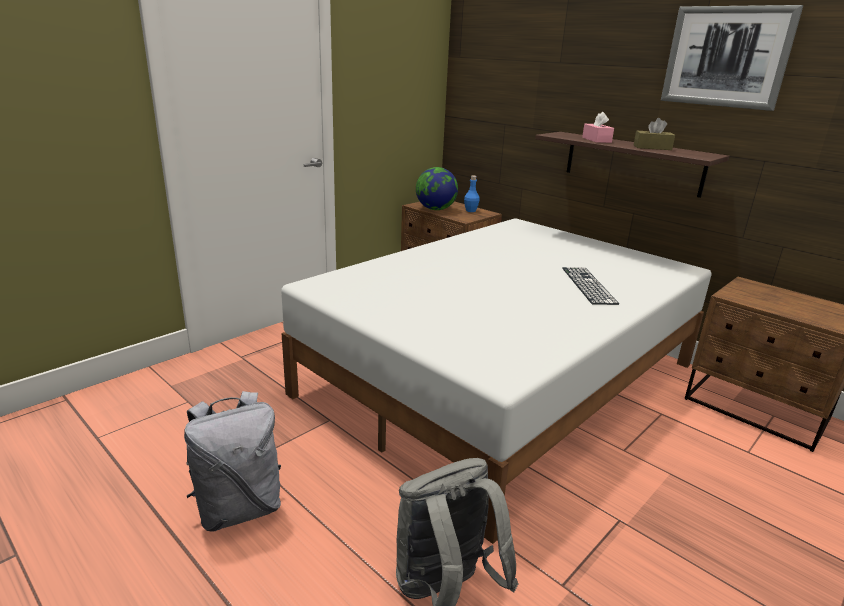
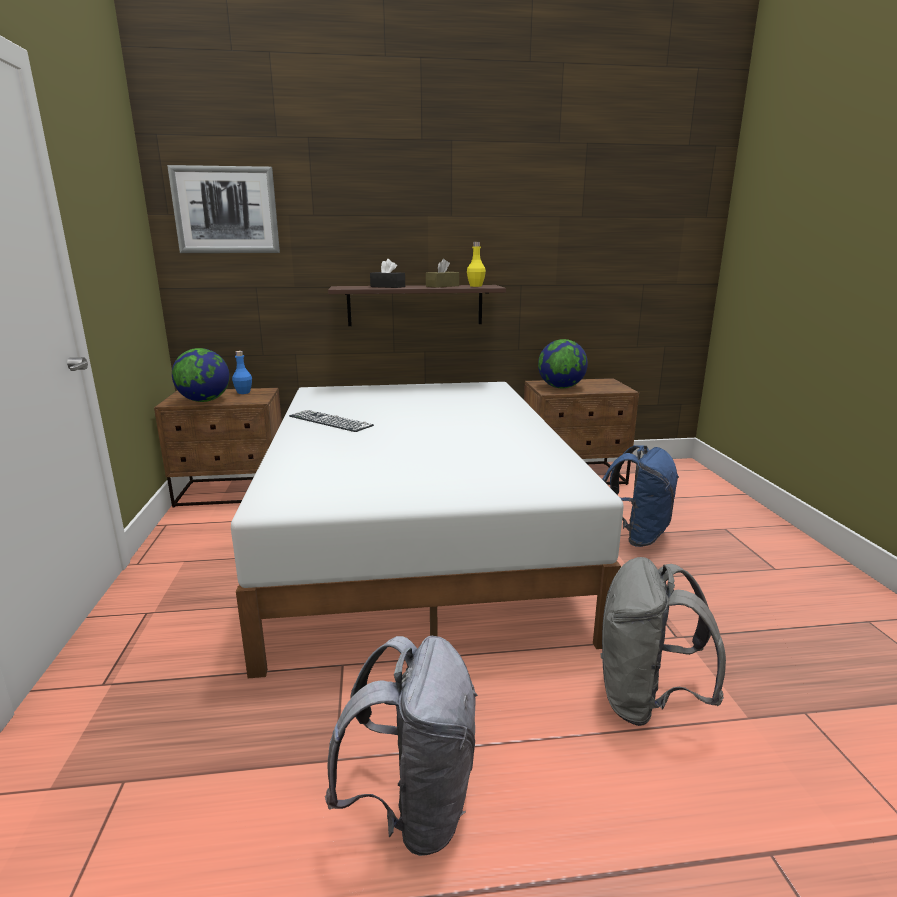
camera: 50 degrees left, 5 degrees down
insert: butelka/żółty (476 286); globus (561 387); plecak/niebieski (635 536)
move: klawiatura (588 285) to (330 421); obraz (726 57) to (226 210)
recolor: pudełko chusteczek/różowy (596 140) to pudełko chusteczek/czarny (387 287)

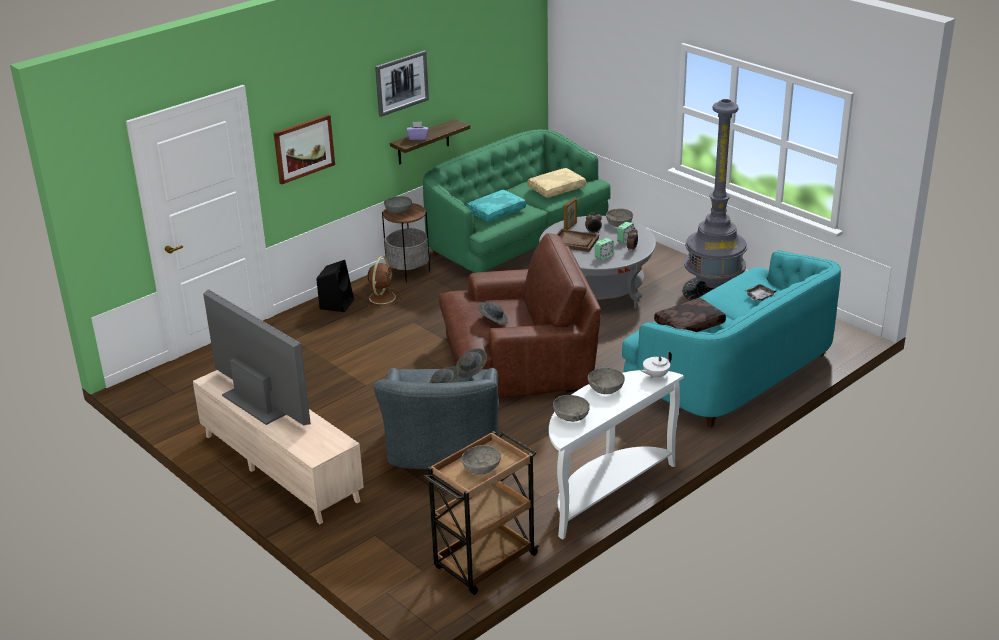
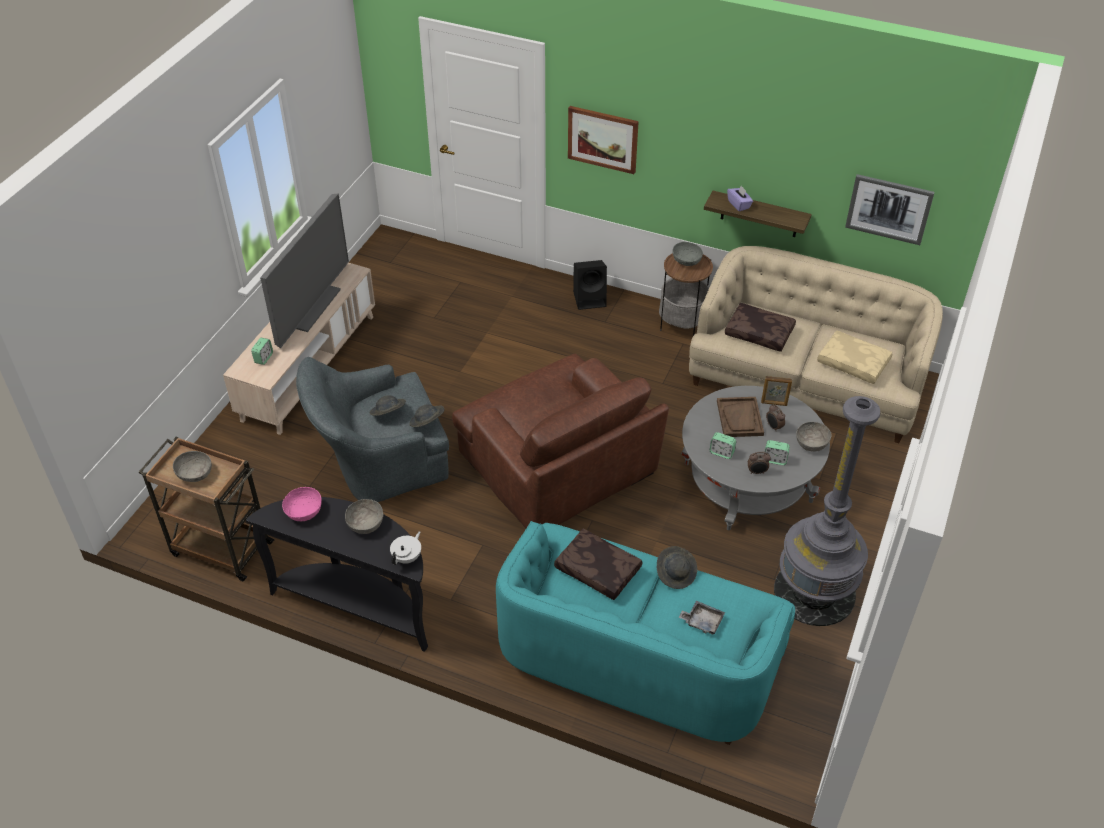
camera: 65 degrees right, 15 degrees up
delete: wentylator/brązowy (382 297)
insert: budzik (263 358)
move: obraz (401 83) to (889 209); kapelusz/szary (492 319) to (676 573)
recolor: kanapa/zielony (516 242) to kanapa/beżowy (806 382); poduszka/turkusowy (496 211) to poduszka/brązowy (760 333); stolik konsolowy/biały (604 491) to stolik konsolowy/czarny (358 604); miska/szary (571 416) to miska/różowy (304 511)
rotate: imbryk/biały (655 376) = (407 557) 90 degrees clockwise

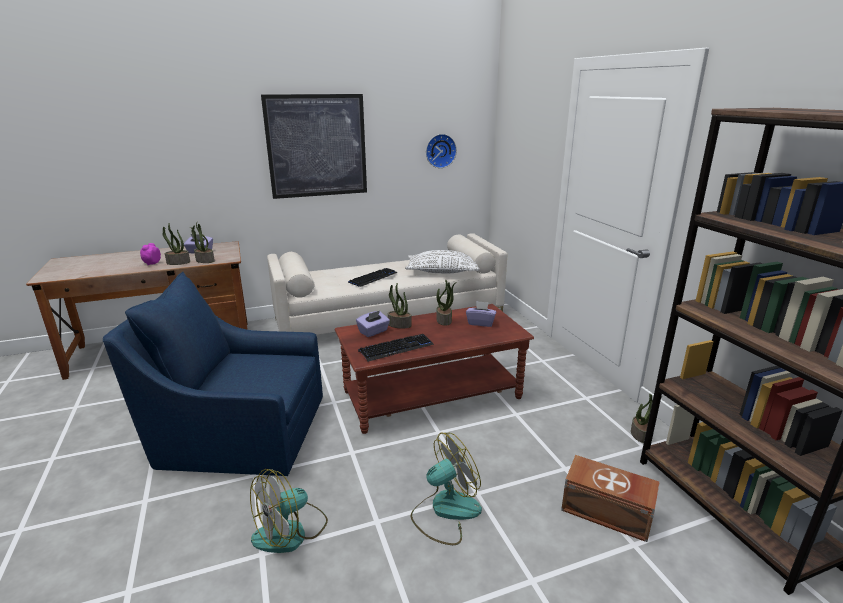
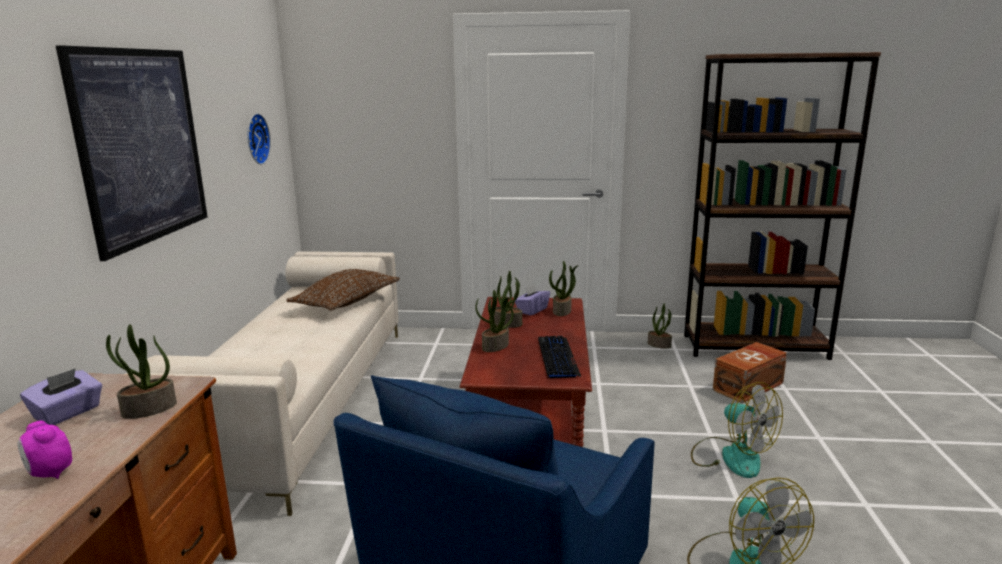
camera: 65 degrees left, 5 degrees down
delete: klawiatura (373 278); pudełko chusteczek/fioletowy (373 332)
move: roślina doniczkowa (178 262) to (562 311)
recolor: poduszka/biały (442 271) to poduszka/brązowy (346 302)
rotate: wentylator (445 511) = (731 456) 150 degrees clockwise

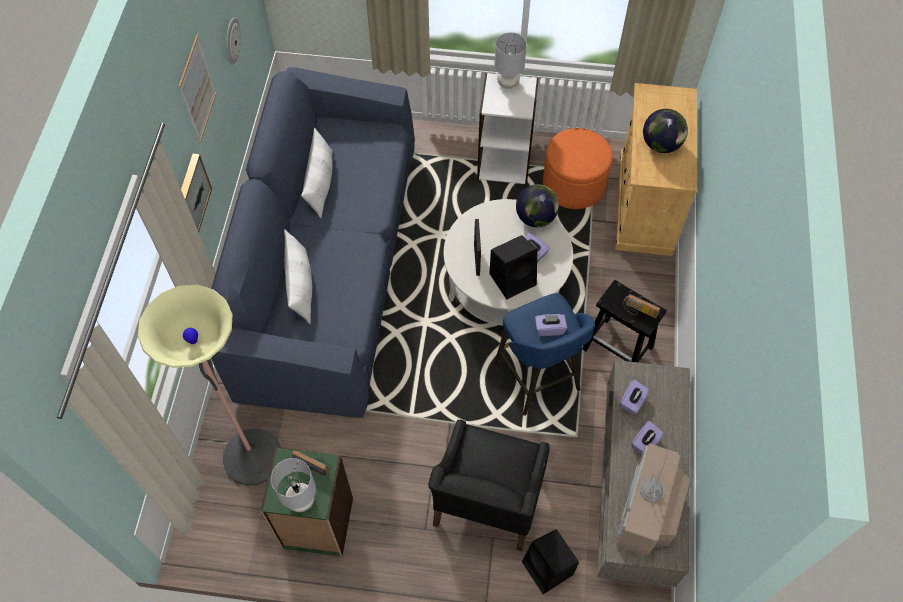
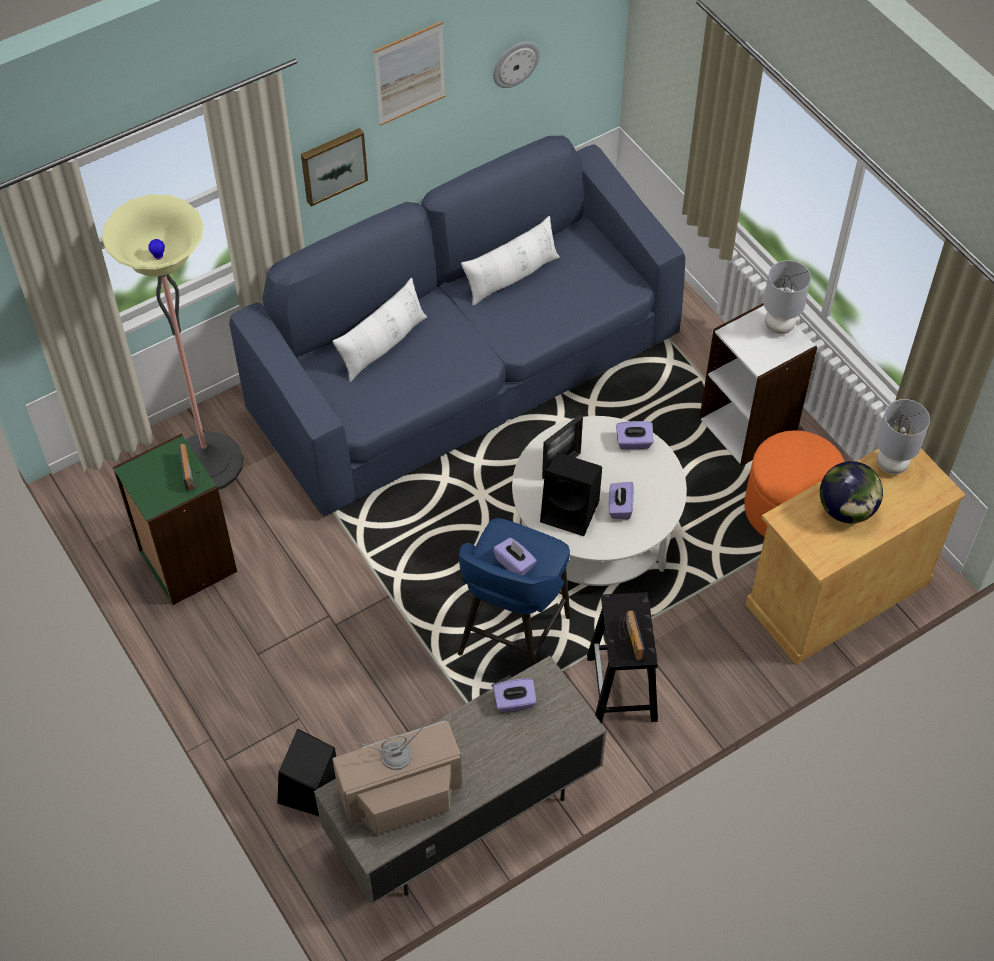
camera: 50 degrees right, 5 degrees down
delete: fotel/czarny (487 499); globus (536 218)
move: lampa stołowa/szary (300 500) to (891 465); pudełko chusteczek/fioletowy (645 443) to (634 442)

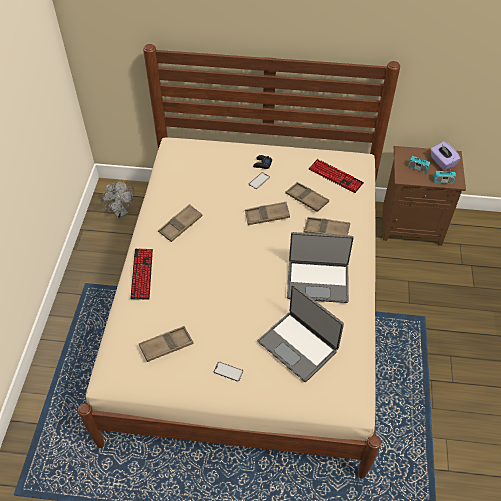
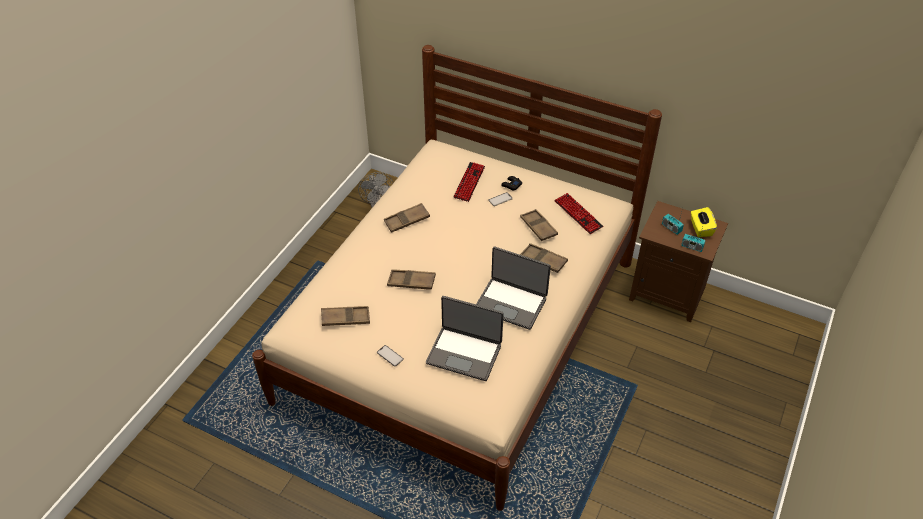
camera: 20 degrees right, 5 degrees down
move: klawiatura (142 274) to (469 182); taca/brązowy (267 216) to (411 282)
recolor: pudełko chusteczek/fioletowy (442 162) to pudełko chusteczek/żółty (700 229)
rotate: laptop (298 345) = (464 353) 45 degrees counterclockwise

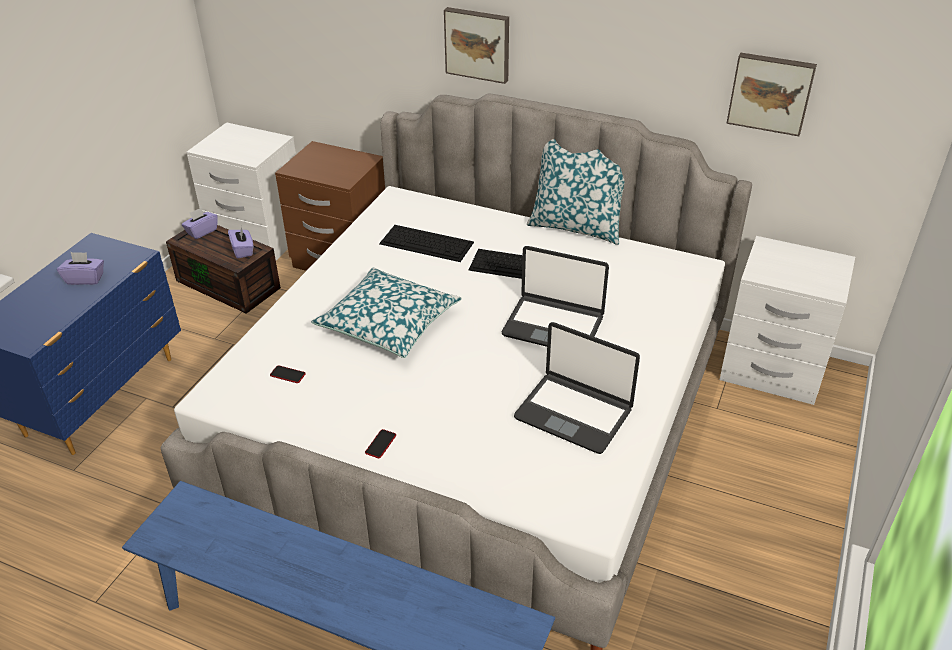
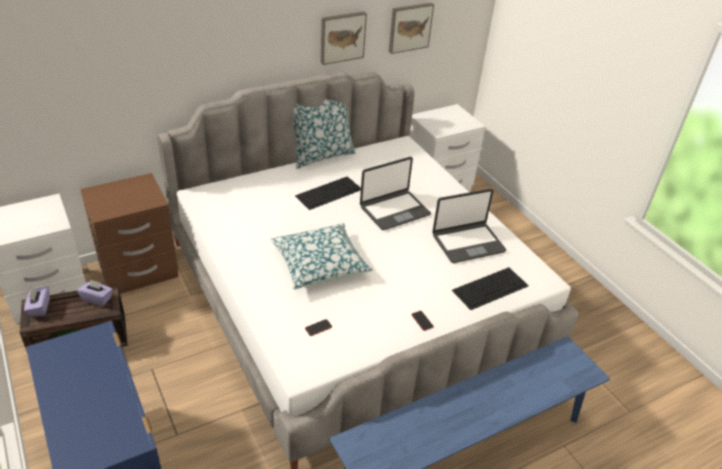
camera: 55 degrees left, 0 degrees up
delete: pudełko chusteczek/fioletowy (85 279)
move: klawiatura (427 243) to (490 287); obraz (478 44) to (342 37)

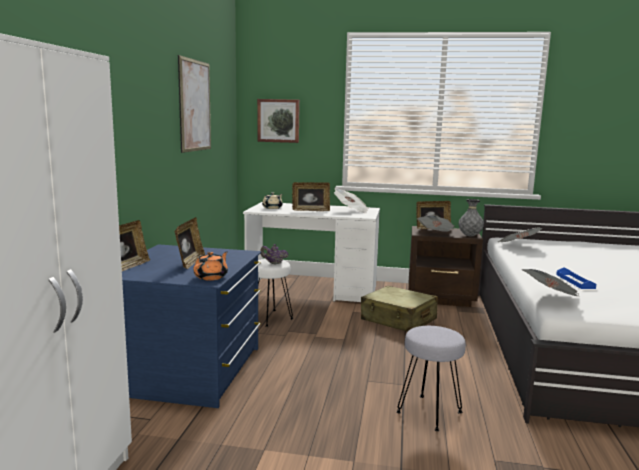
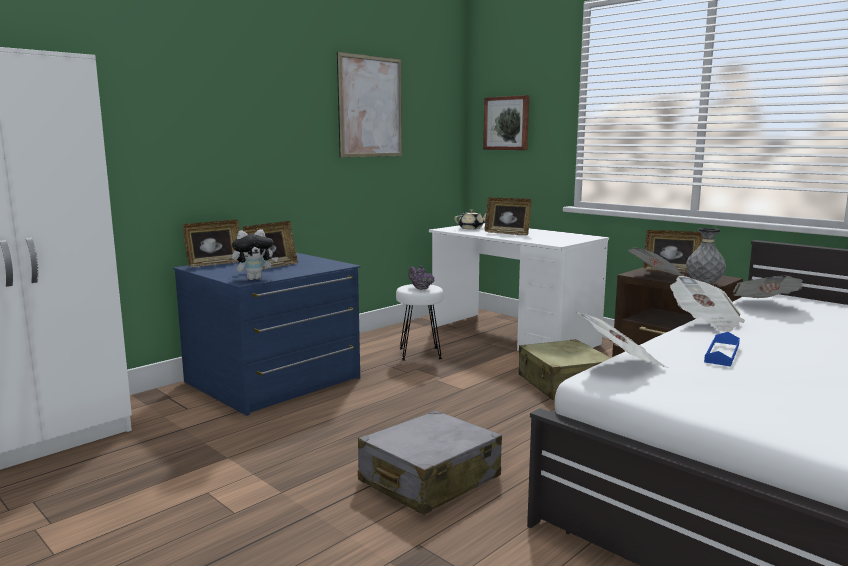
camera: 35 degrees right, 0 degrees up
move: gazeta (351 211) to (705 322)
replace: imbryk/pomarańczowy (211 277) to pluszak (255 279); stołek/szary (429 413) to walizka/szary (429 479)

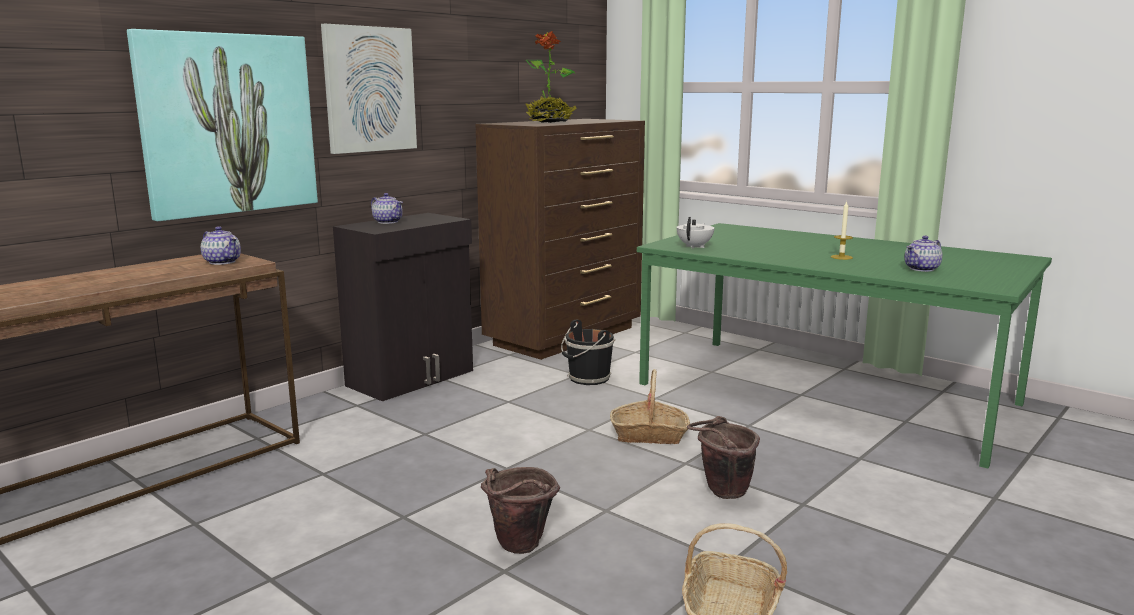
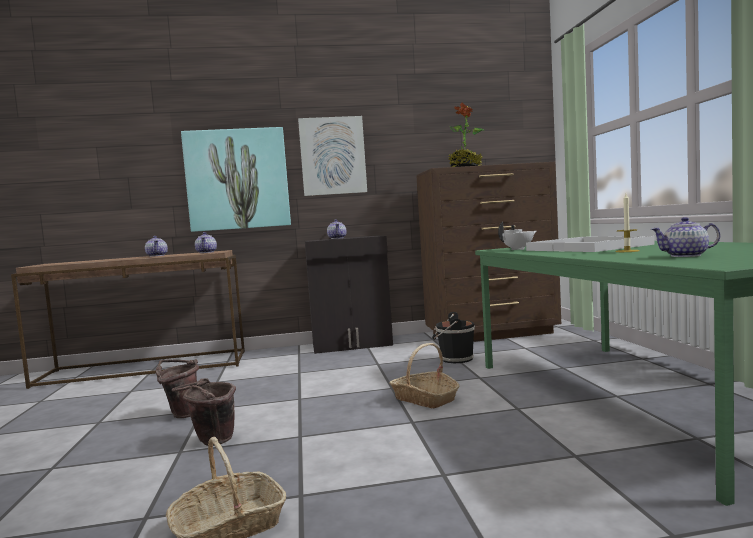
camera: 40 degrees right, 10 degrees down
insert: imbryk (157 255); taca/biały (589 247)
move: wiadro/brązowy (721 493) to (182 414)

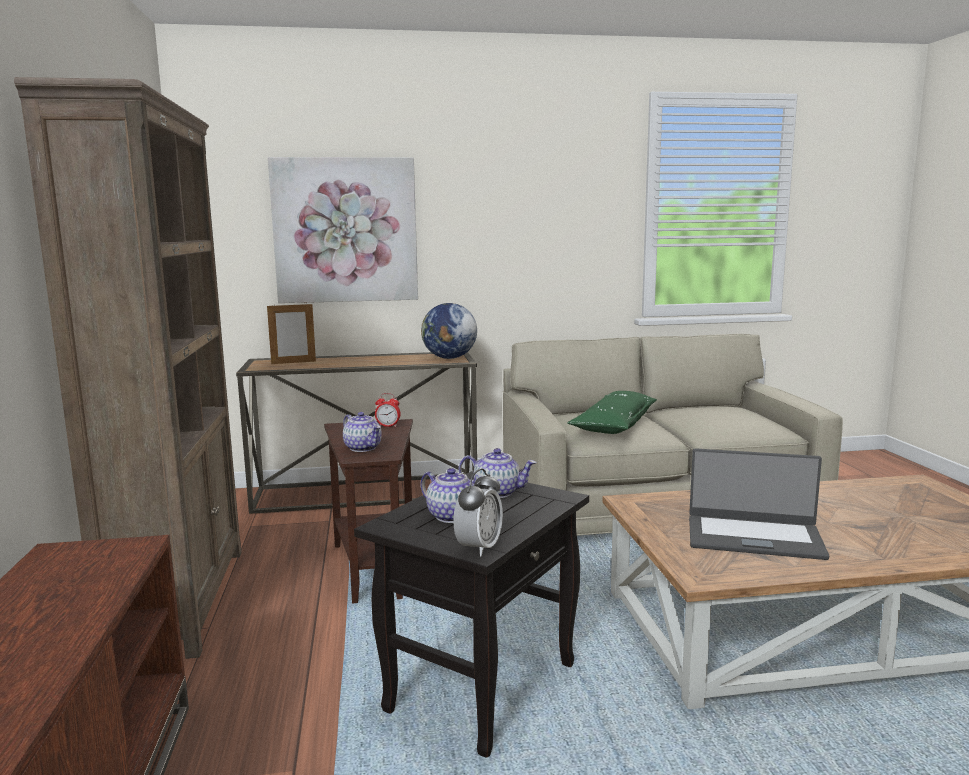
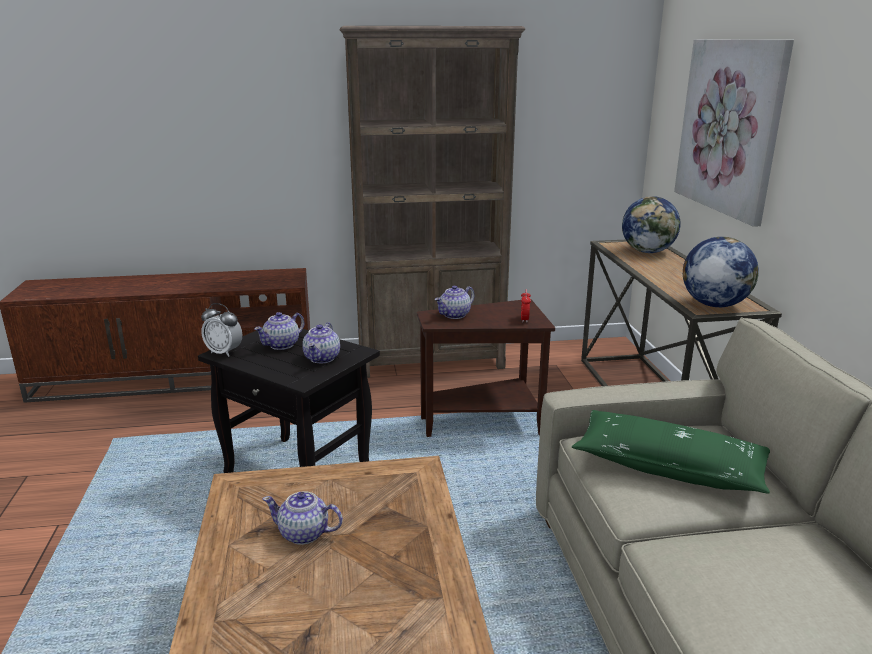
camera: 90 degrees right, 10 degrees up
replace: ramka na zdjęcie (293 362) to globus (648 252); laptop (754 537) to imbryk (304 534)

